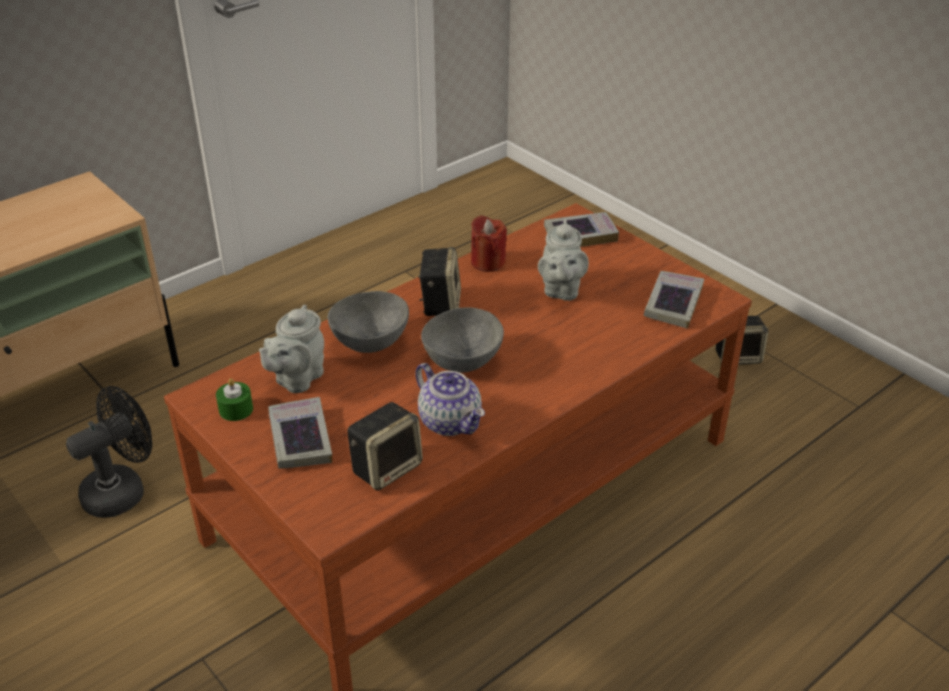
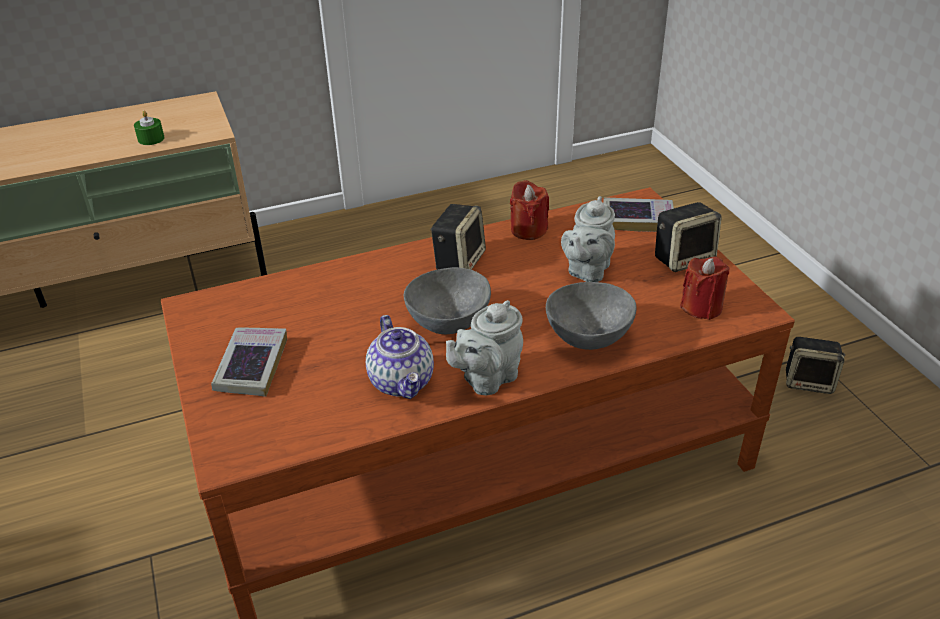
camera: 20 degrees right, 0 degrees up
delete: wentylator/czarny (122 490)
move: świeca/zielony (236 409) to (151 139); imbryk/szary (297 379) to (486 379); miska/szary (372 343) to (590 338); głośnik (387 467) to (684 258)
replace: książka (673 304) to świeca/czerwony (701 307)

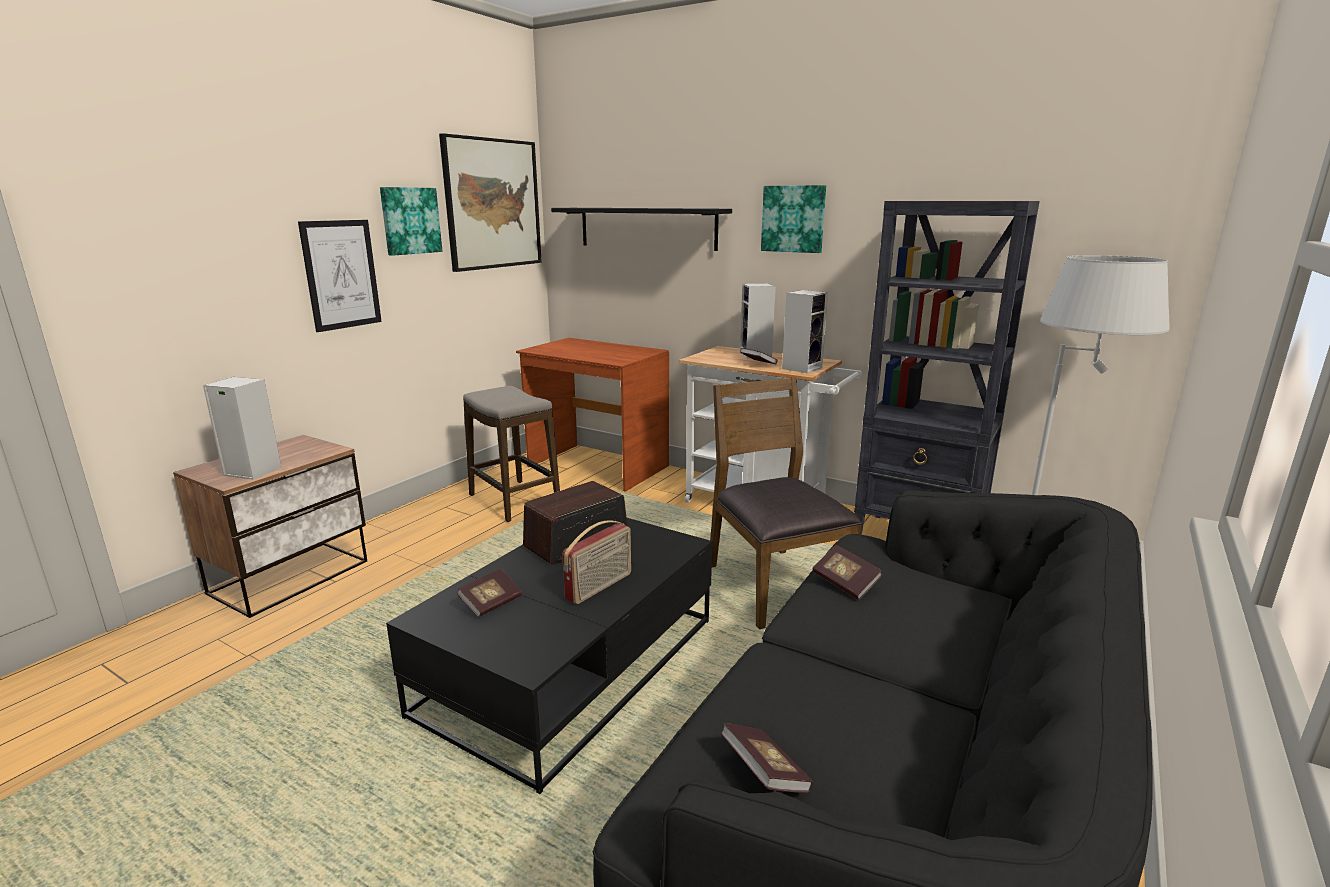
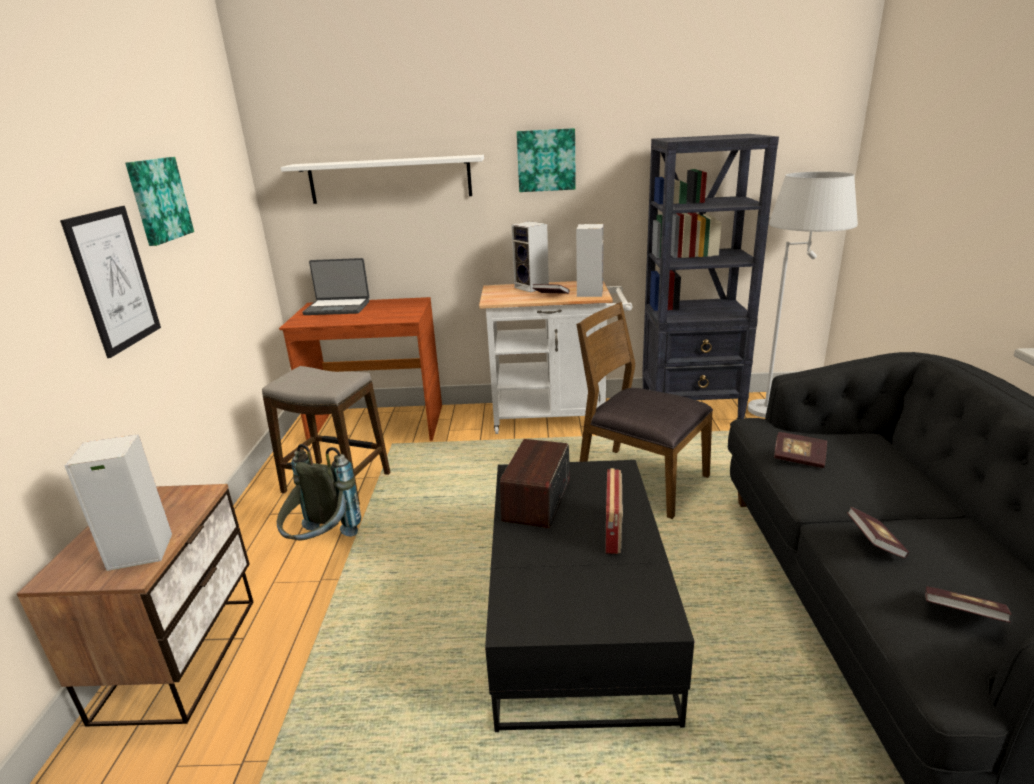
camera: 30 degrees left, 5 degrees up
delete: obraz (493 204)
insert: plecak/szary (322 544); laptop (338 308)
move: książka (491 603) to (874 542)
recolor: półka/czarny (647 228) to półka/biały (390 179)

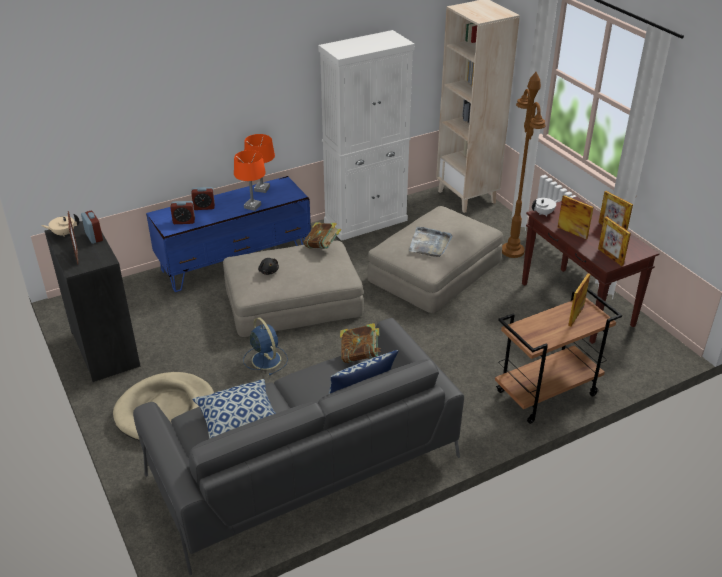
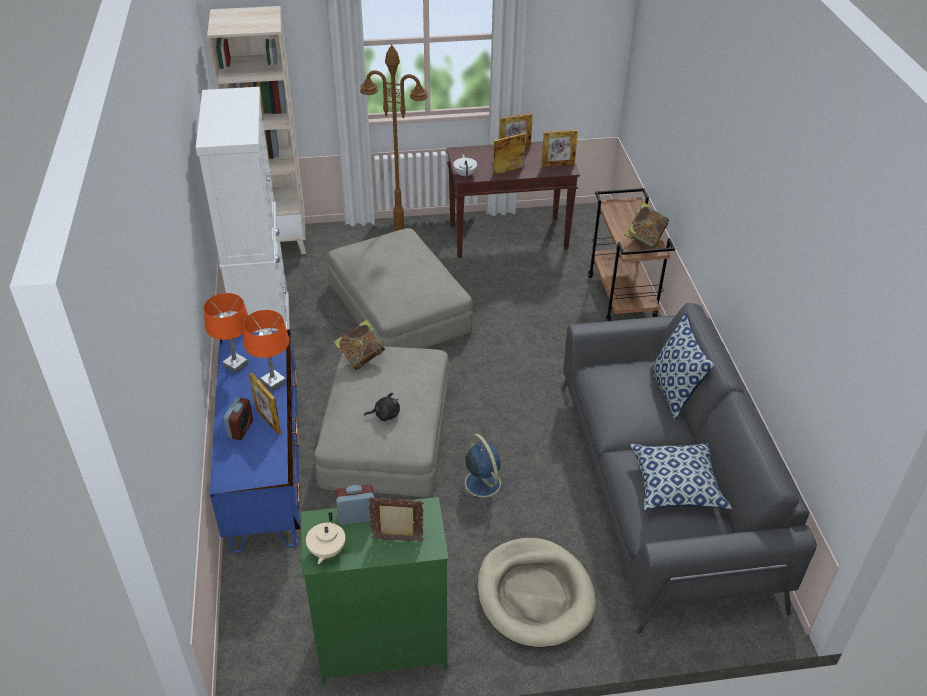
camera: 70 degrees left, 5 degrees up
delete: budzik (184 221); taca/szary (430 244)
move: książka (360 356) to (644 239); ramka na zdjęcie (576 316) to (268 421)
recolor: komoda/czarny (105 349) to komoda/zielony (382 645)
rotate: wentylator/niebieski (265 359) = (482 482) 75 degrees clockwise

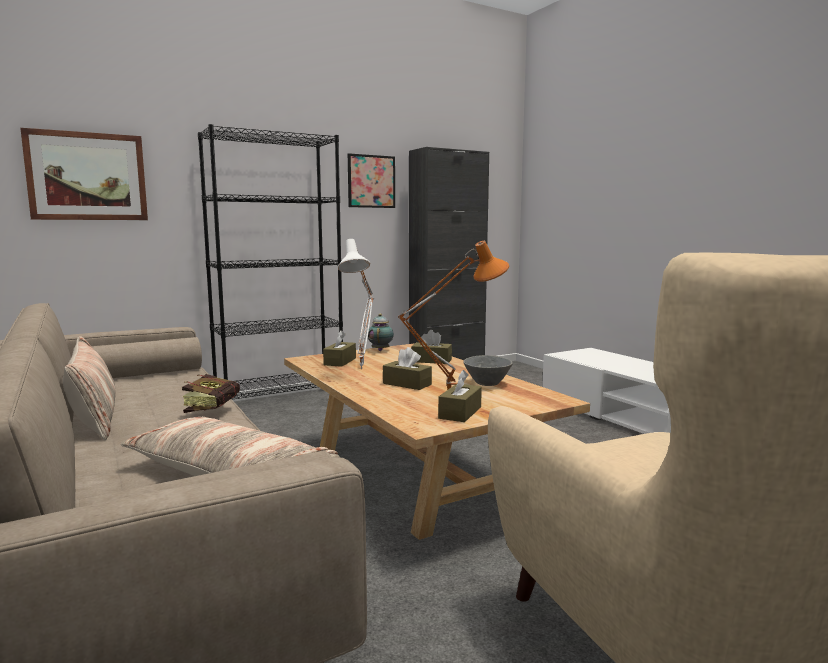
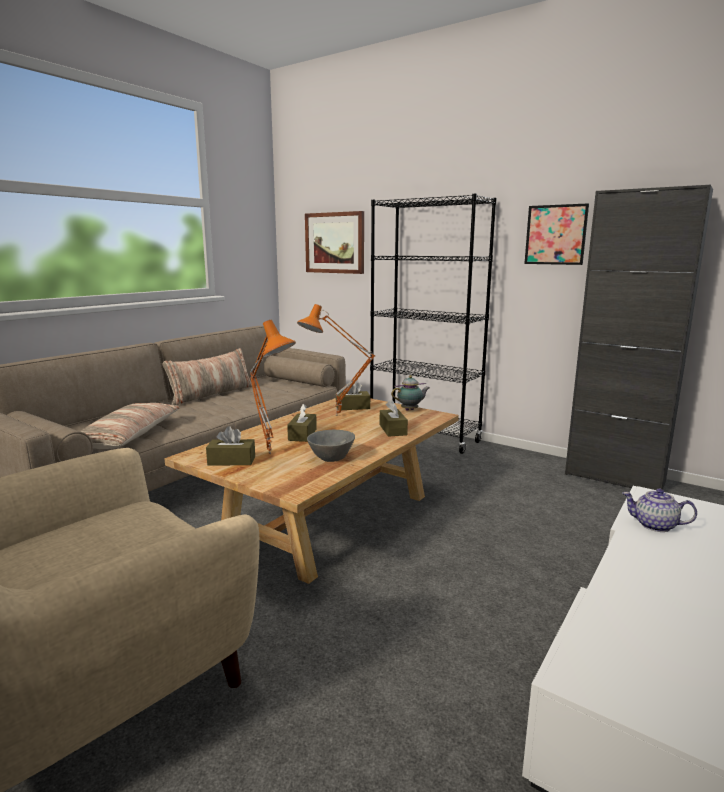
camera: 65 degrees right, 5 degrees up
delete: książka (215 408)
insert: imbryk (654 525)
recolor: lampa stołowa/biały (364 368) to lampa stołowa/pomarańczowy (338 416)

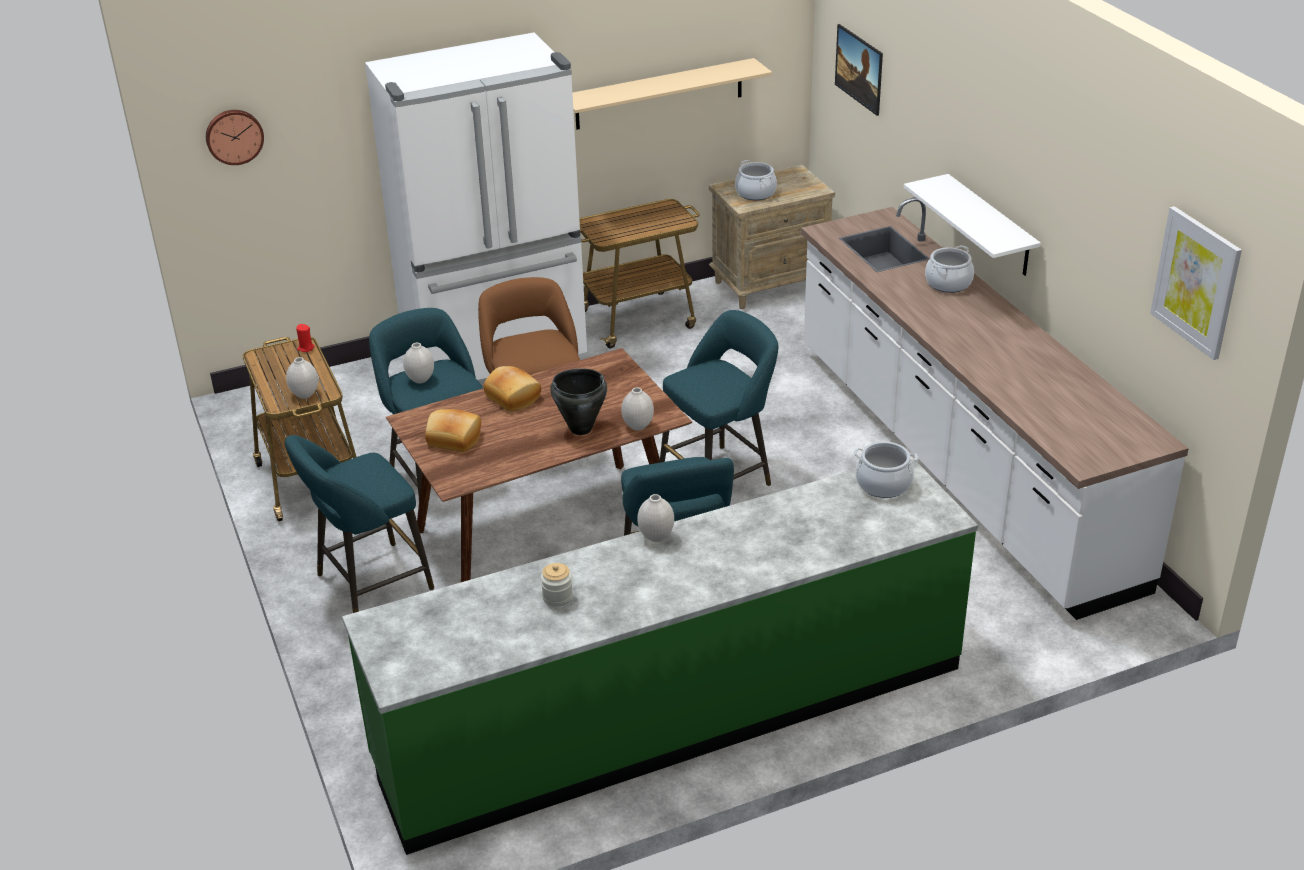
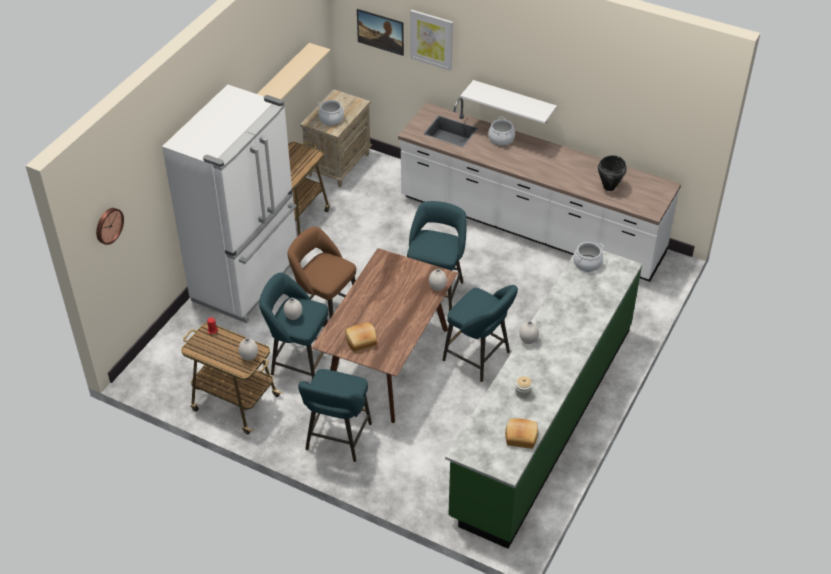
camera: 40 degrees left, 10 degrees up
move: chleb (514 397) to (521 436); garnek/czarny (580 428) to (609 187); obraz (1196 282) to (431 39)

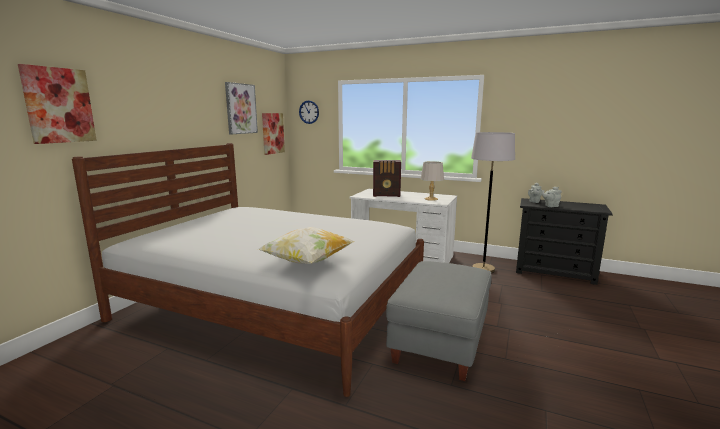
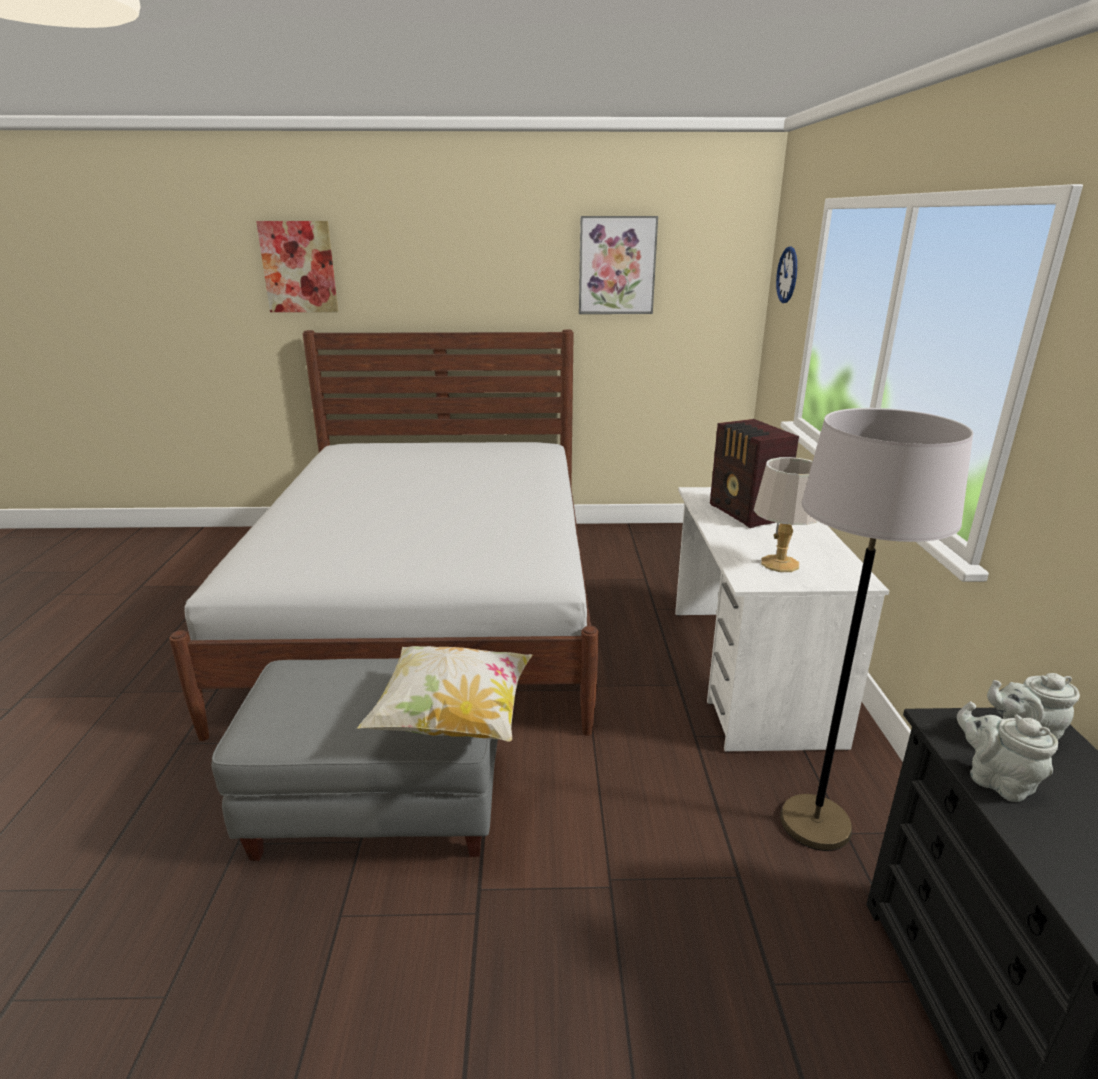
camera: 65 degrees right, 10 degrees up
delete: obraz (272 133)
move: poduszka (307 262) to (453 718)

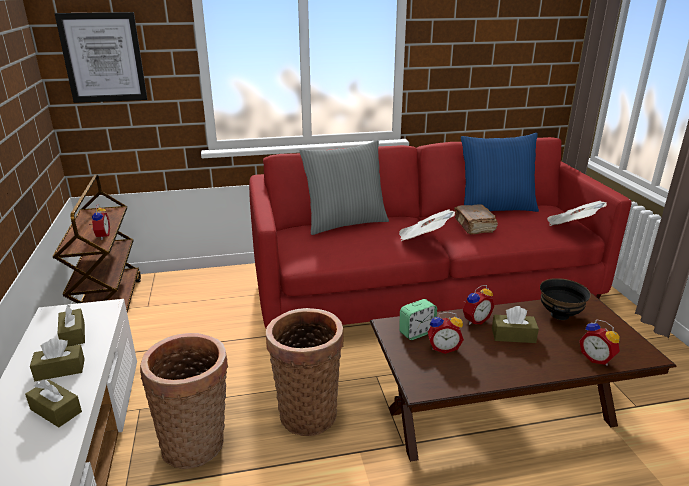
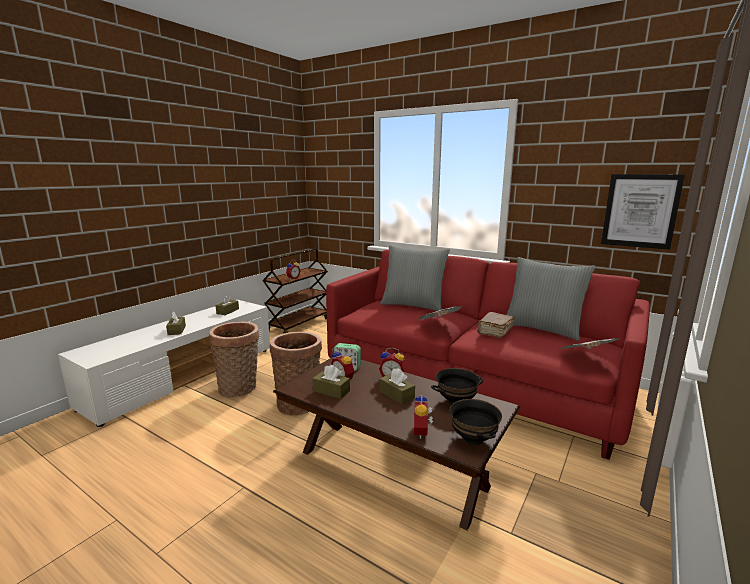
camera: 45 degrees right, 10 degrees down
insert: miska/czarny (474 439)
move: pudełko chusteczek/brązowy (60 370) to (331 391); obraz (103 58) to (640 211)
recolor: poduszka/niebieski (495 208) to poduszka/szary (542 329)

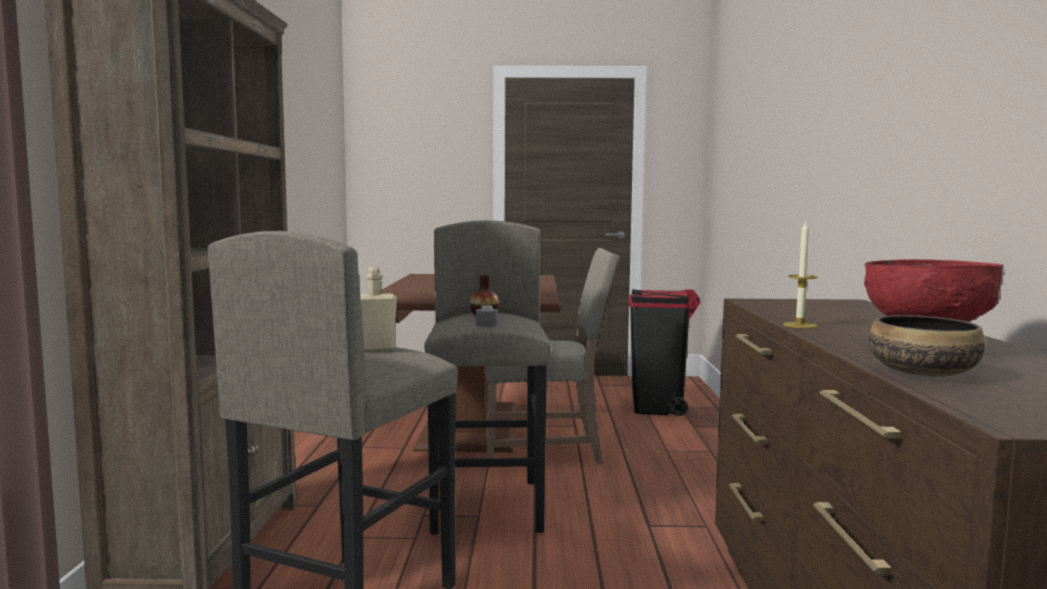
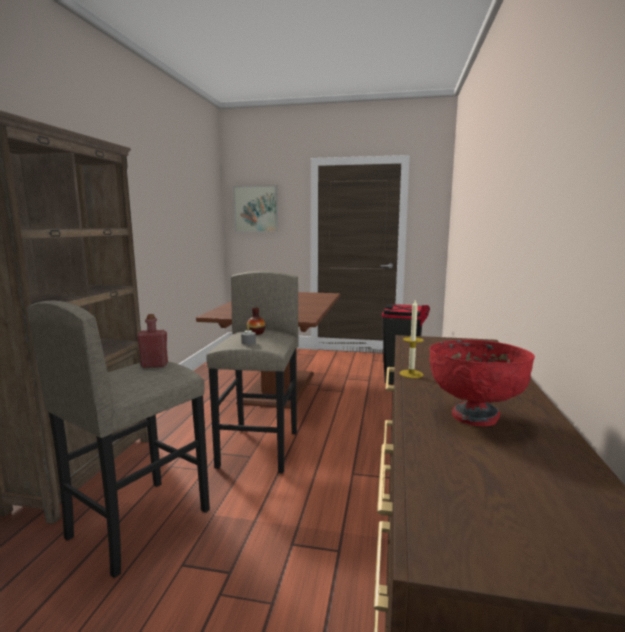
camera: 10 degrees right, 5 degrees up
delete: krzesło/beżowy (546 449); miska (923 373)
insert: obraz (256 209)
recolor: butelka/beżowy (375 349) to butelka/czerwony (154 365)

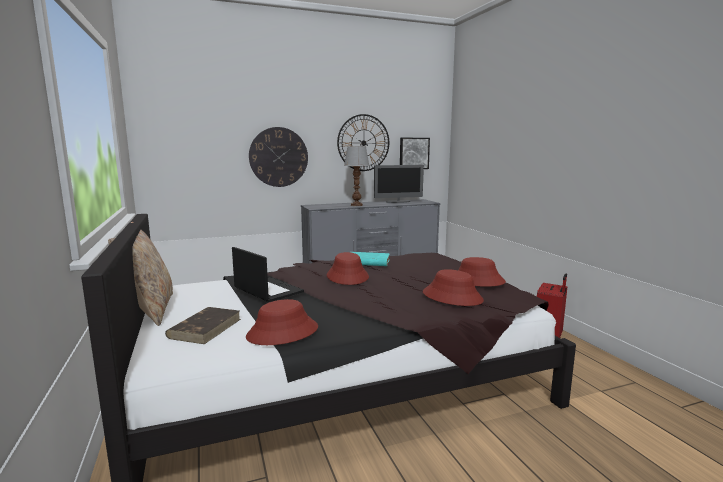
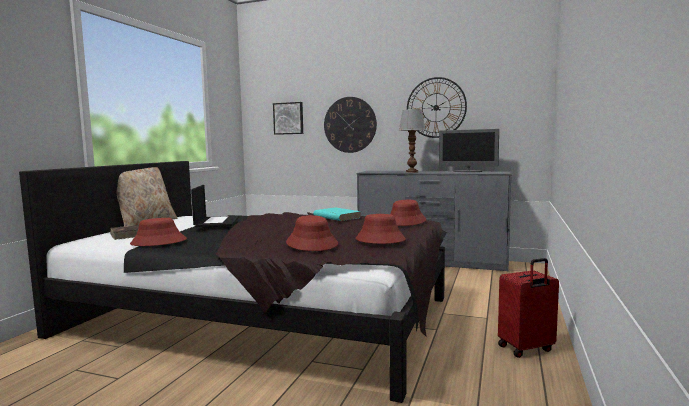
camera: 40 degrees right, 5 degrees down
move: kapelusz/czerwony (347 276) to (406 221); obraz (413 153) to (288 118)

